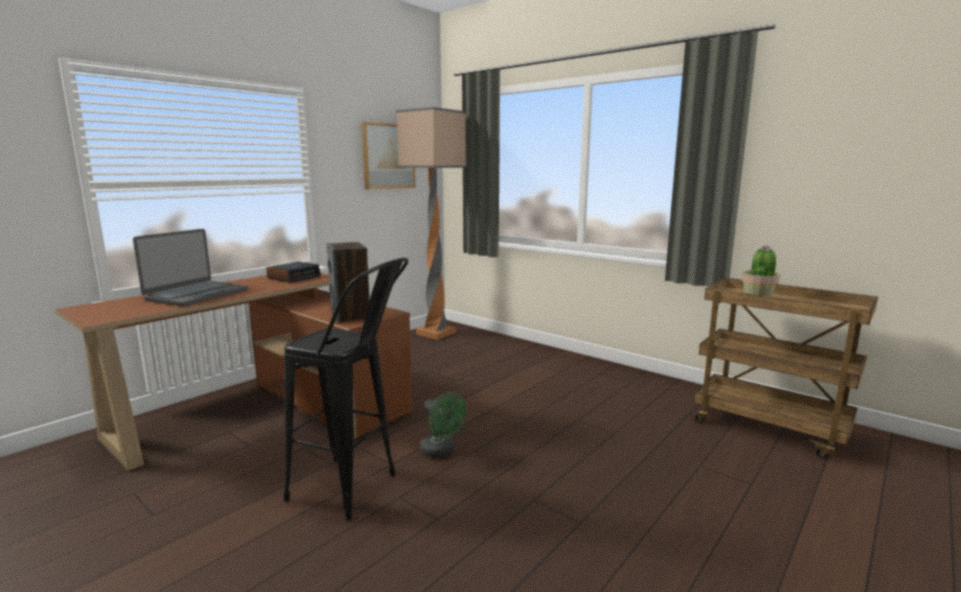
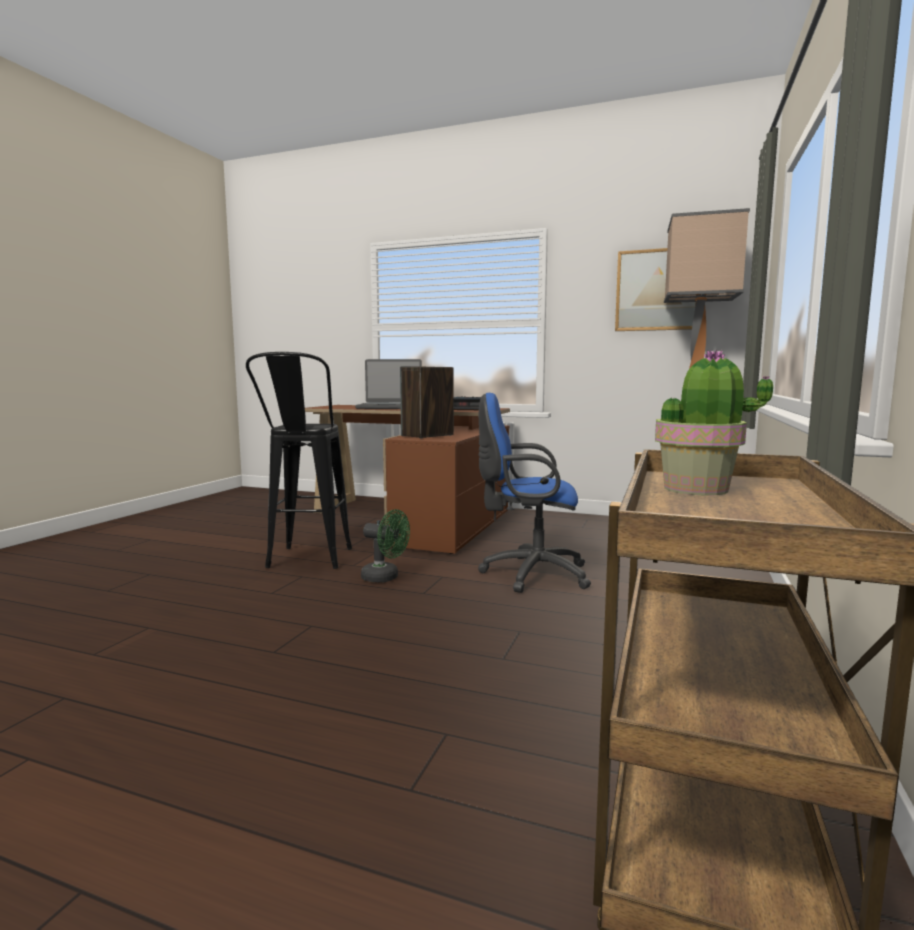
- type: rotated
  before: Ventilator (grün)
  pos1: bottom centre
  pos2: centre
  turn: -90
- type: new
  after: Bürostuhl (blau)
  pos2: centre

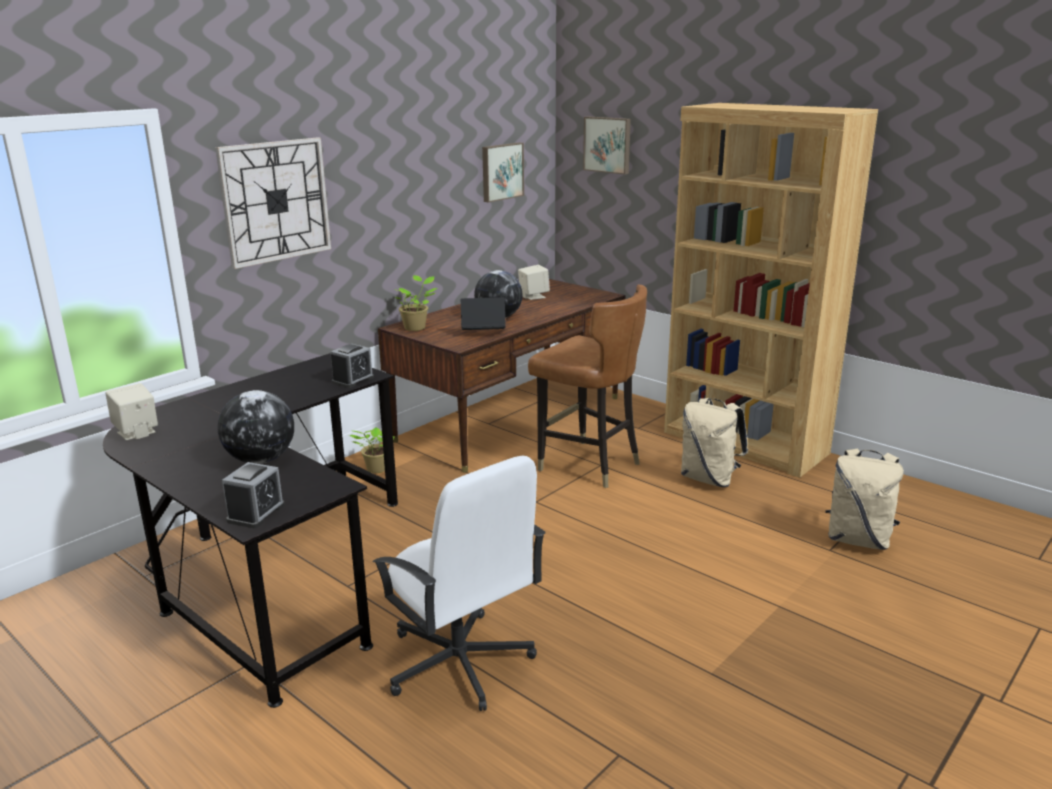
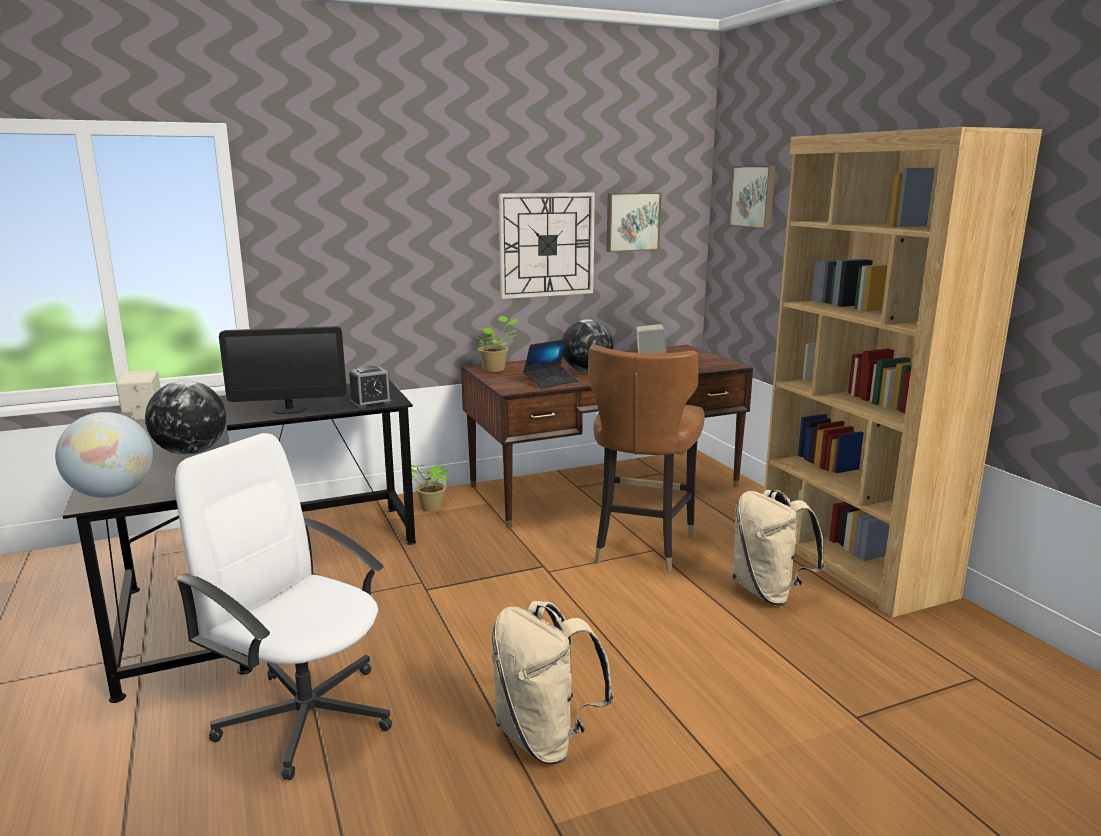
- type: shifted
  before: Wanduhr
  pos1: top left
  pos2: top centre
- type: swapped
  before: Wecker (no. 1 from left)
  after: Globus (no. 1 from left)
  pos1: middle left
  pos2: middle left
- type: rotated
  before: Bürostuhl (weiß)
  pos1: bottom centre
  pos2: bottom left
  turn: 135
- type: rotated
  before: Laptop
  pos1: centre
  pos2: centre
  turn: 120
- type: rotated
  before: Stuhl (braun)
  pos1: centre
  pos2: centre
  turn: 45
- type: shifted
  before: Rucksack (beige) (no. 2 from left in the first image)
  after: Rucksack (beige) (no. 1 from left)
  pos1: middle right
  pos2: bottom centre
- type: new
  after: Monitor
  pos2: middle left

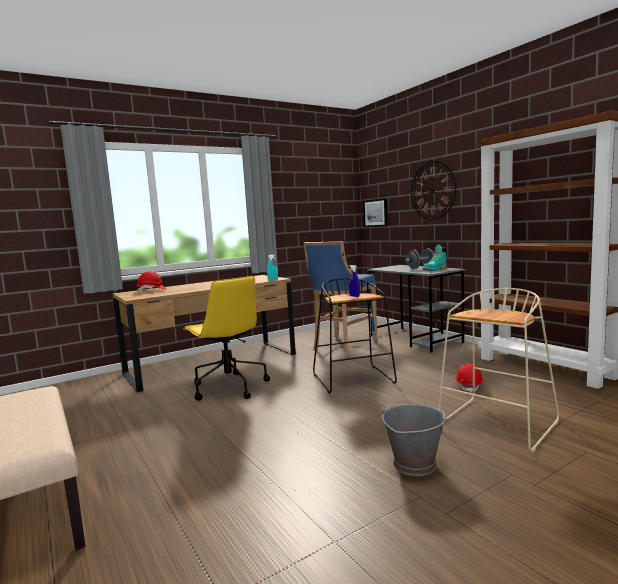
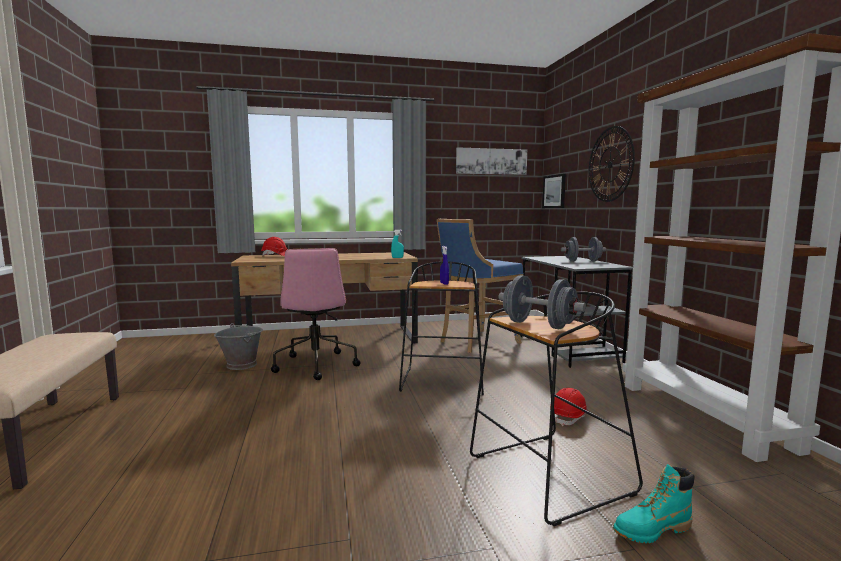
- type: repainted
  before: Bürostuhl (gelb)
  after: Bürostuhl (rosa)
  pos1: centre
  pos2: centre
- type: shifted
  before: Eimer (grau)
  pos1: bottom right
  pos2: middle left
- type: shifted
  before: Stiefel (türkis)
  pos1: middle right
  pos2: bottom right
- type: repainted
  before: Hocker (beige)
  after: Hocker (schwarz) (no. 2 from left)
  pos1: middle right
  pos2: bottom centre
- type: new
  after: Bild (no. 1 from left)
  pos2: top centre
- type: new
  after: Hantel (grau) (no. 1 from left)
  pos2: centre

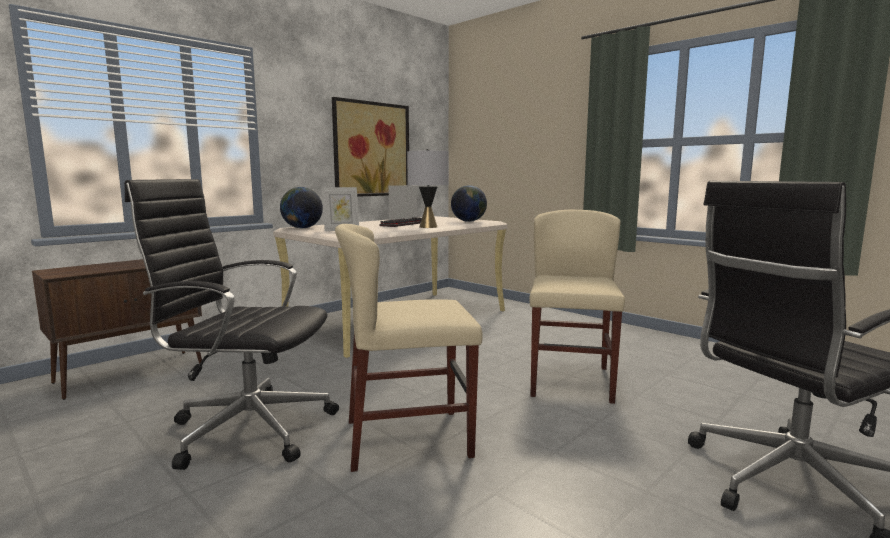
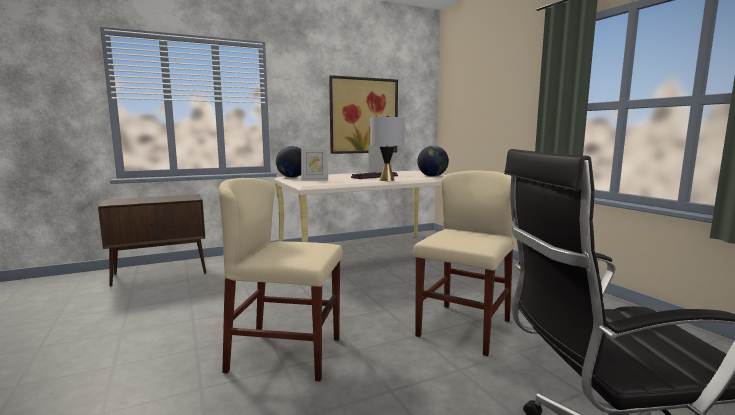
- type: gone
  before: Bürostuhl (schwarz) (no. 1 from left)
  pos1: middle left

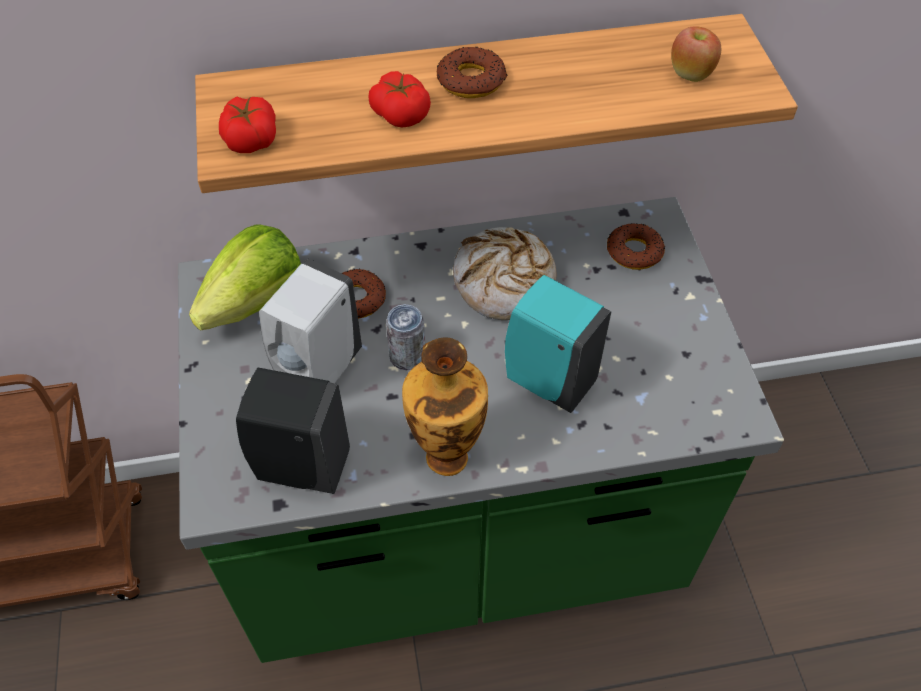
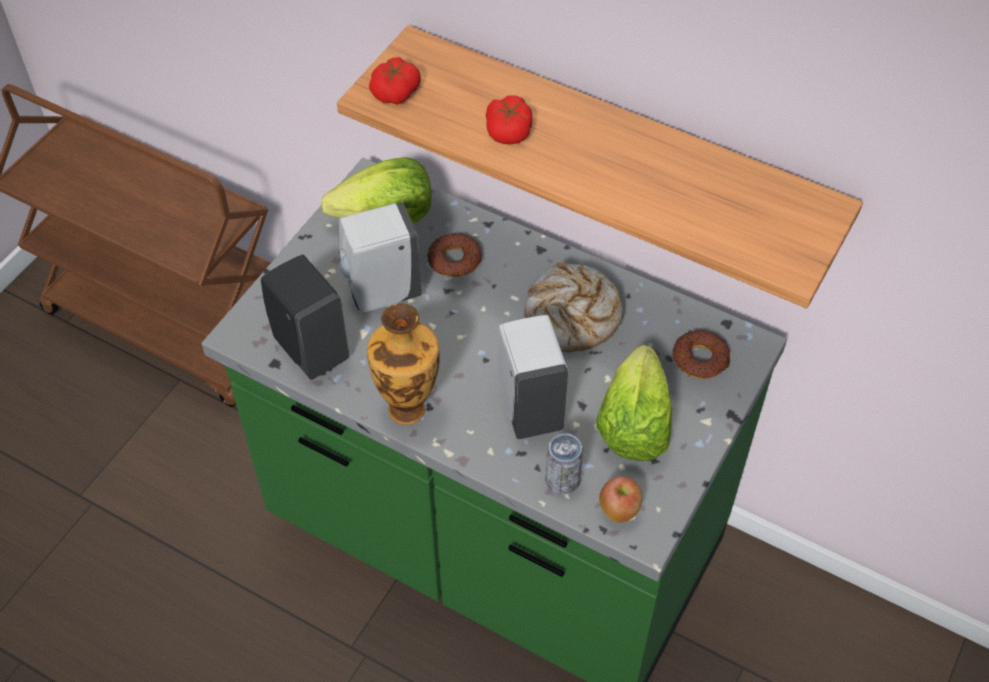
- type: shifted
  before: Dose
  pos1: centre
  pos2: bottom centre
- type: gone
  before: Donut (no. 2 from left)
  pos1: top centre
- type: repainted
  before: Seifenspender (türkis)
  after: Seifenspender (weiß) (no. 2 from left)
  pos1: centre
  pos2: centre
- type: shifted
  before: Apfel
  pos1: top right
  pos2: bottom centre
- type: new
  after: Salatkopf (no. 2 from left)
  pos2: centre

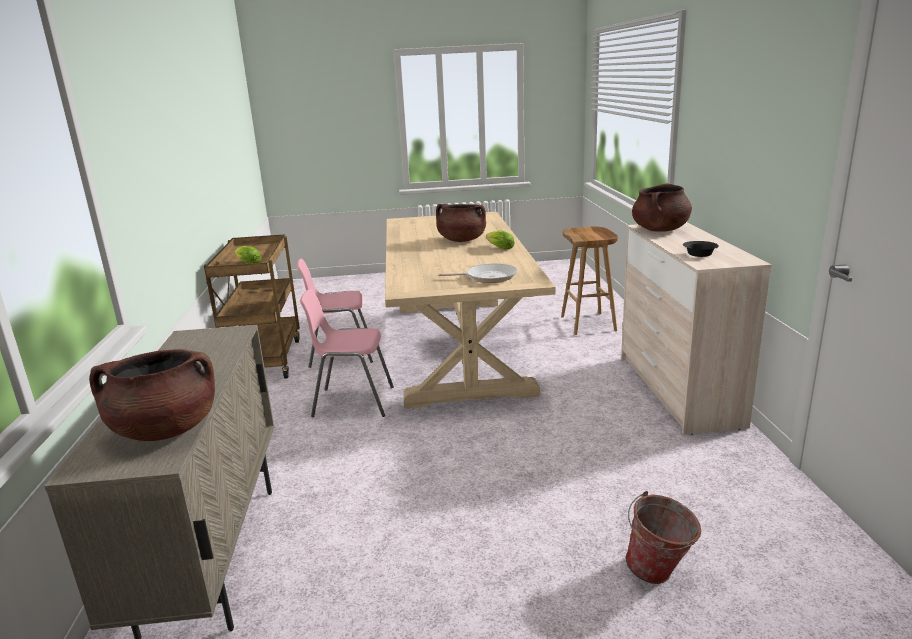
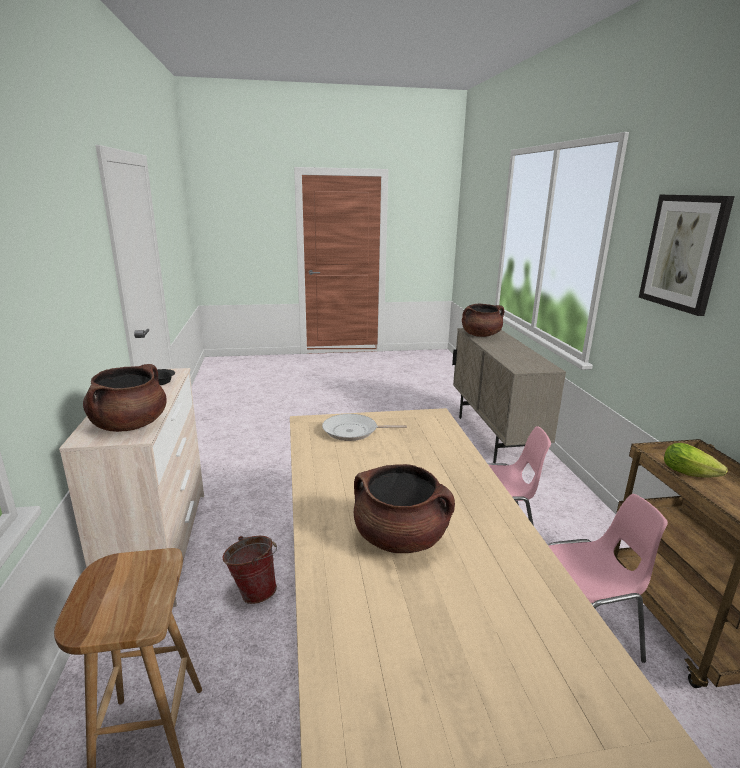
- type: gone
  before: Salatkopf (no. 2 from left)
  pos1: centre
- type: shifted
  before: Eimer
  pos1: bottom right
  pos2: bottom centre
- type: new
  after: Bild
  pos2: top right

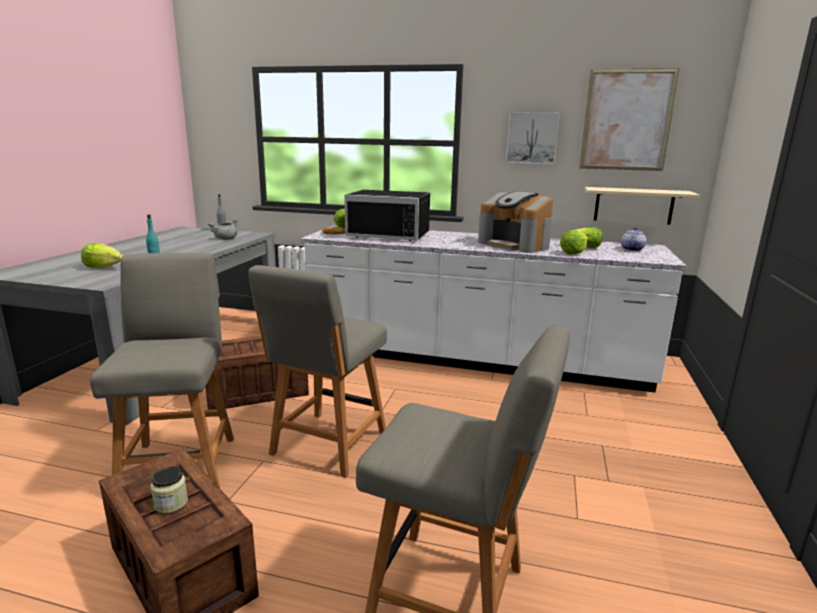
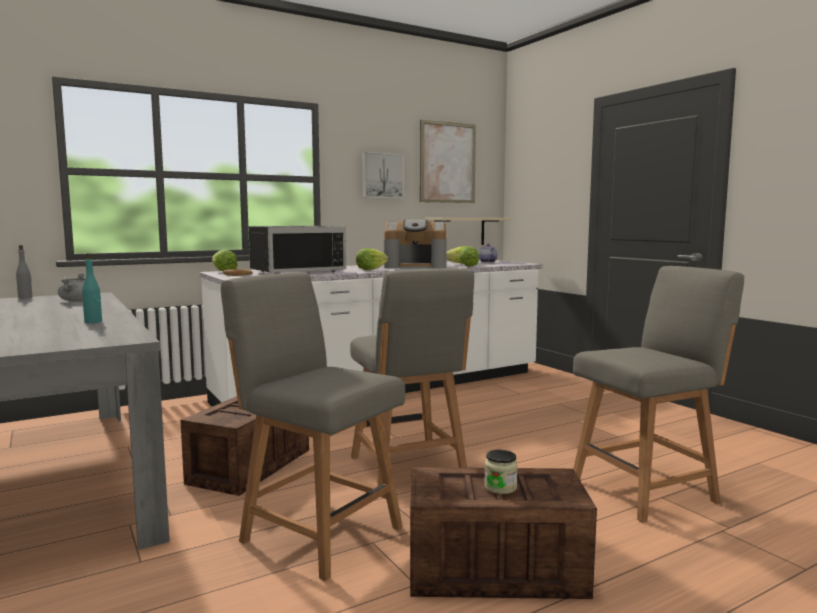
- type: shifted
  before: Salatkopf (no. 1 from left in the first image)
  after: Salatkopf (no. 2 from left)
  pos1: middle left
  pos2: centre

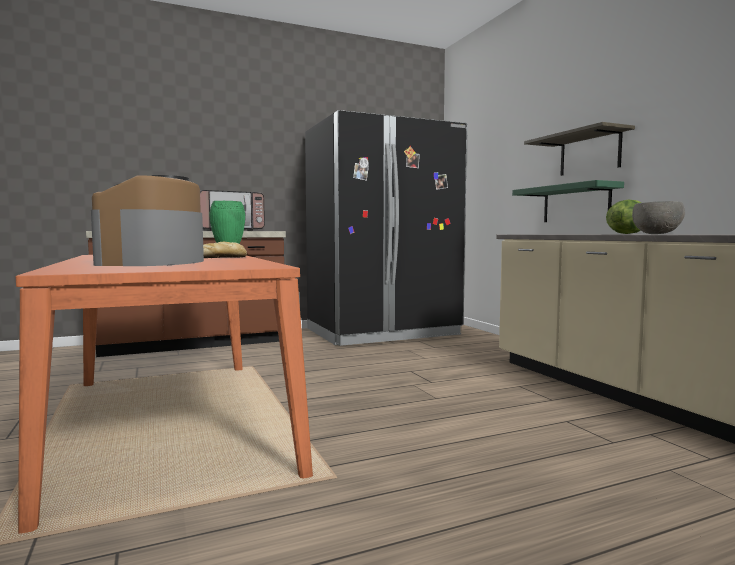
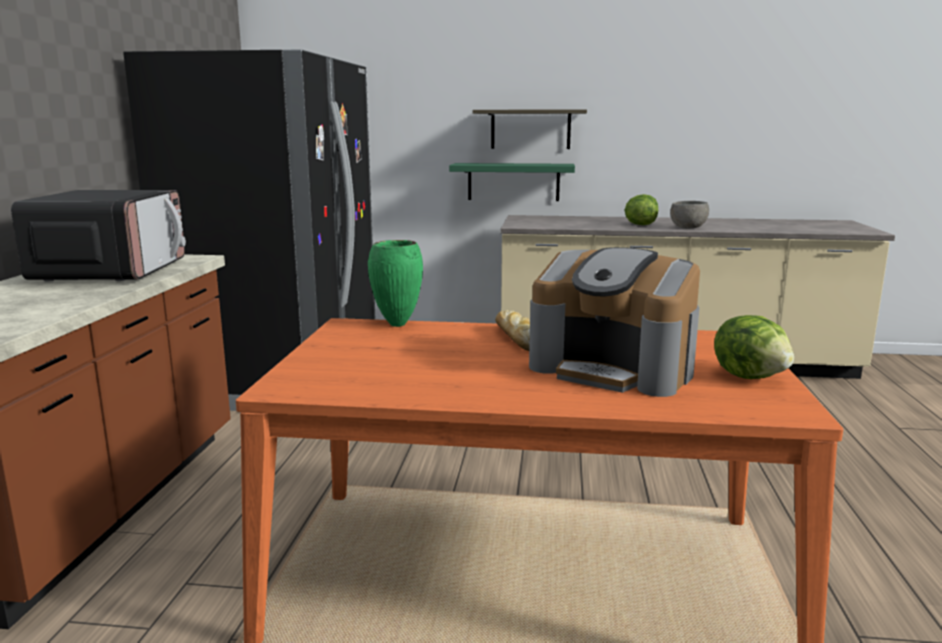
- type: new
  after: Salatkopf (no. 2 from left)
  pos2: middle right

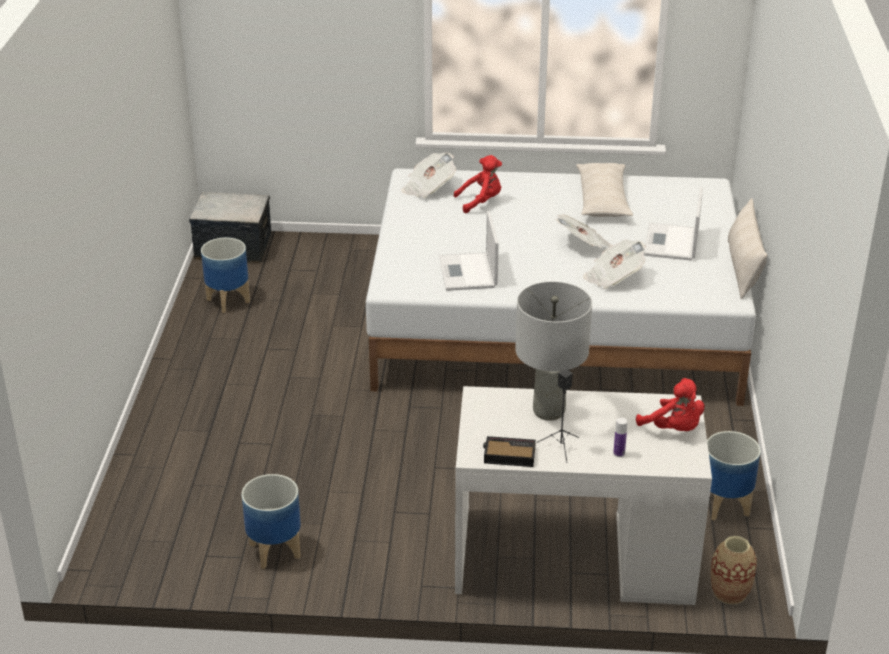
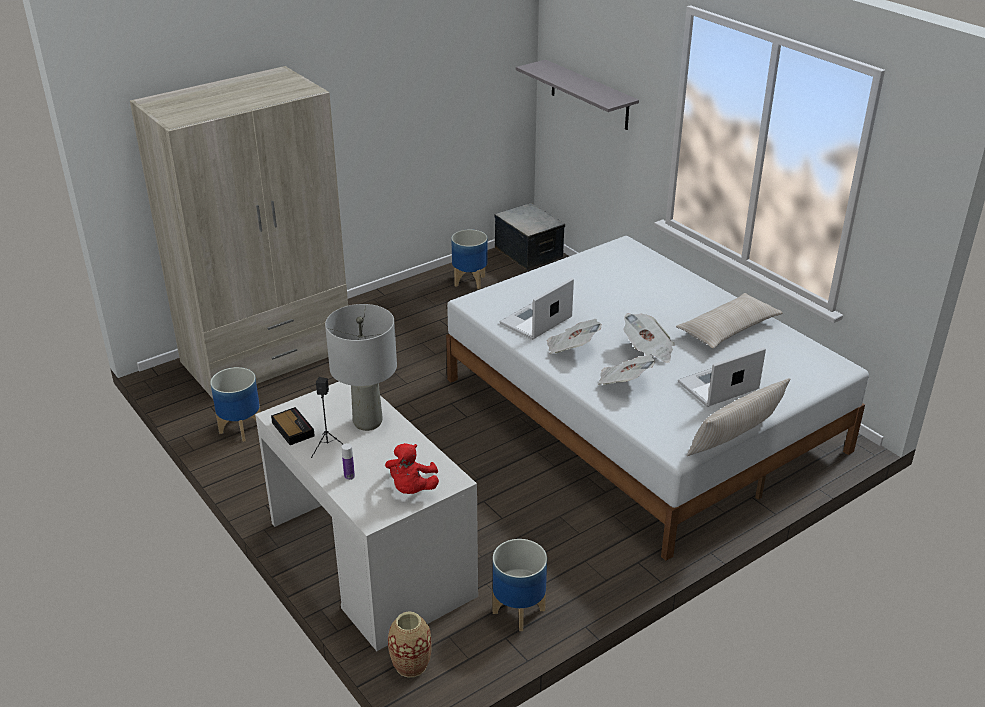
- type: shifted
  before: Zeitung (no. 1 from left)
  pos1: top centre
  pos2: centre
- type: gone
  before: Plüschtier (rot) (no. 1 from left)
  pos1: top centre
- type: new
  after: Kleiderschrank (beige)
  pos2: top left
- type: new
  after: Wandregal (grau)
  pos2: top centre

